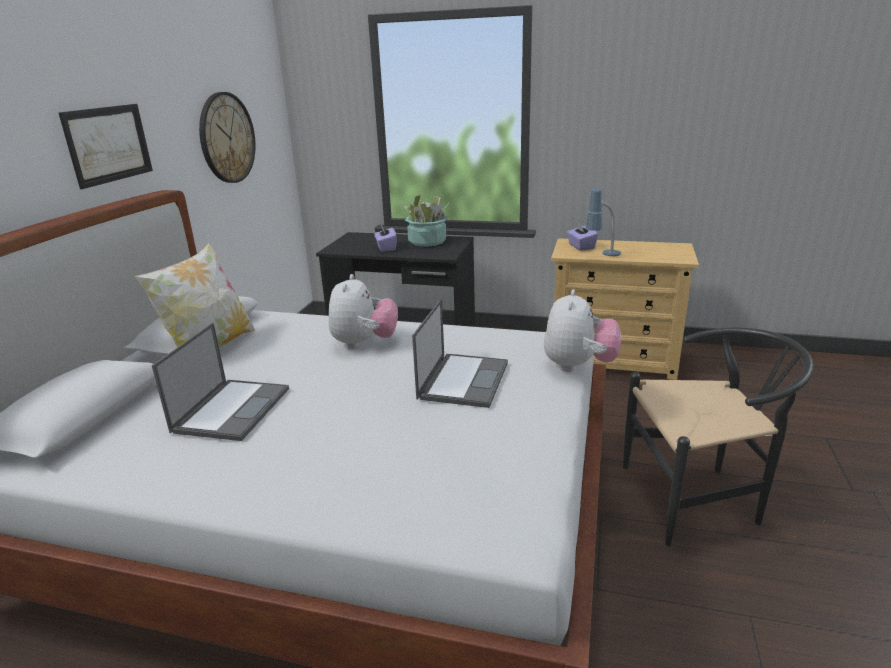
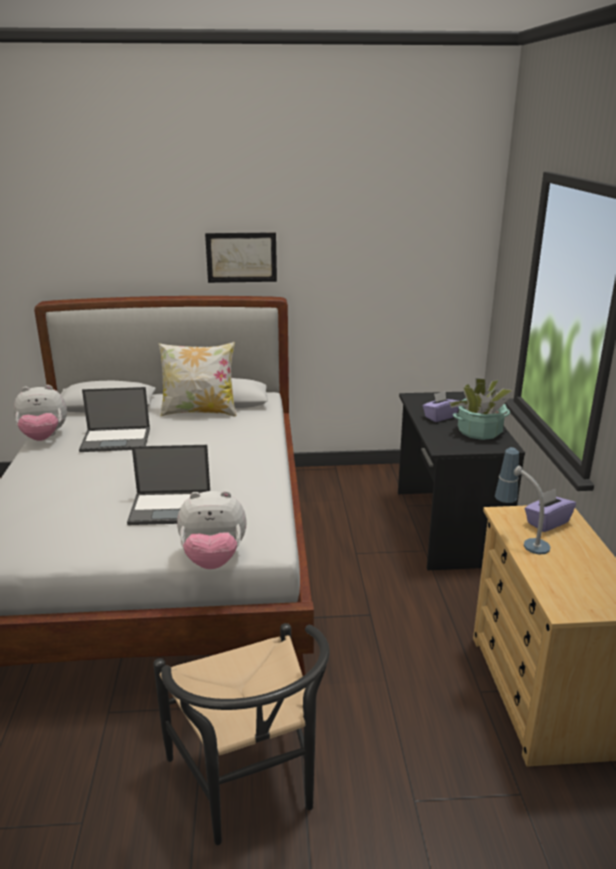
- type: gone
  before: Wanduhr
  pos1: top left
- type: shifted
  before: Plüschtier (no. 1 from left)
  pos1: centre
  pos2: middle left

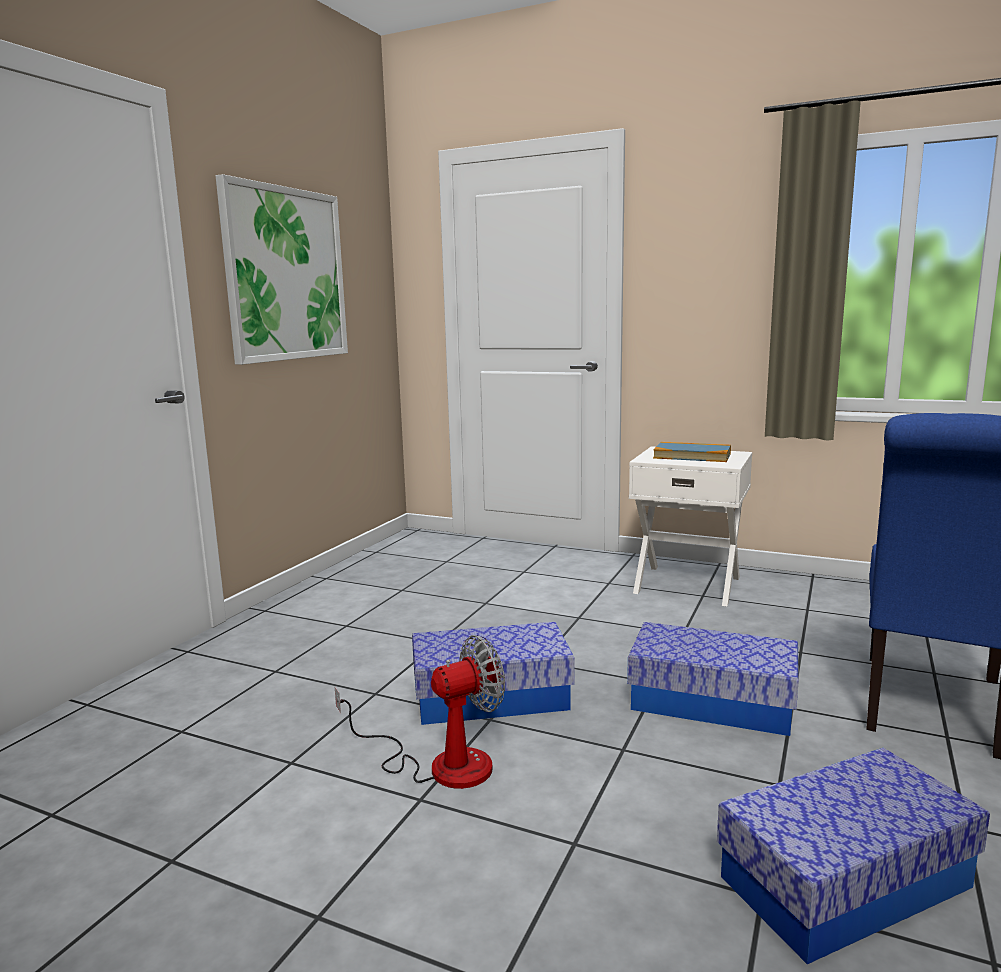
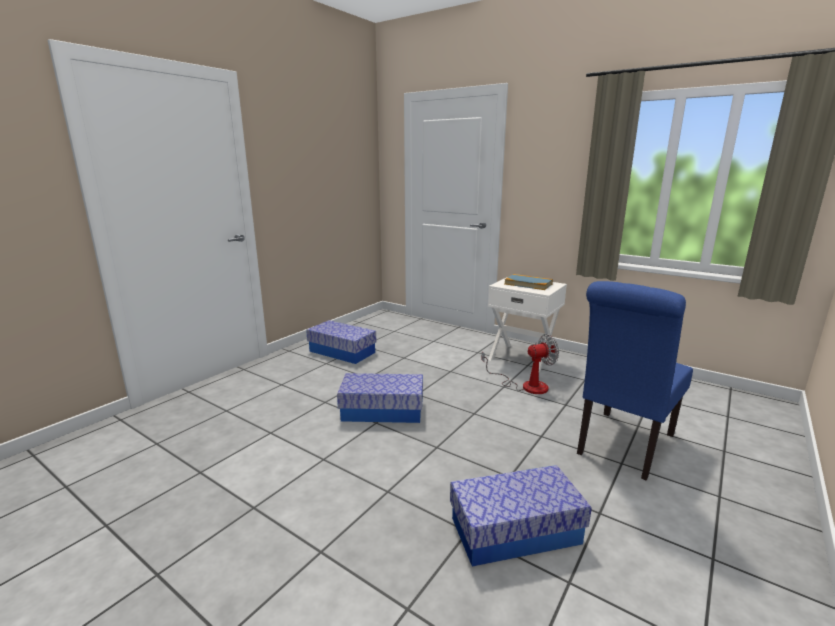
- type: gone
  before: Bild
  pos1: top left
- type: shifted
  before: Ventilator
  pos1: bottom centre
  pos2: centre
- type: shifted
  before: Aufbewahrungsbox (no. 2 from left in the first image)
  after: Aufbewahrungsbox (no. 1 from left)
  pos1: bottom right
  pos2: centre

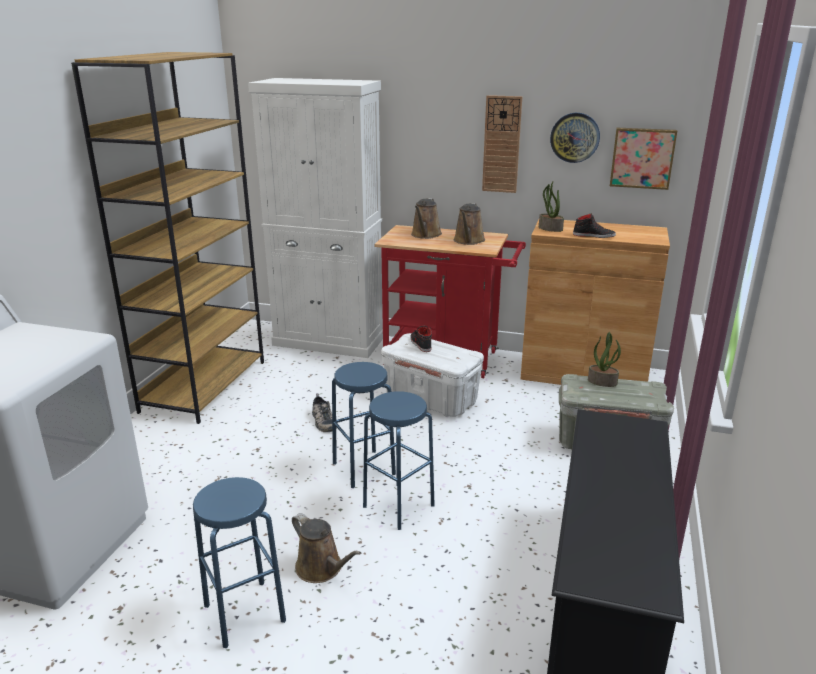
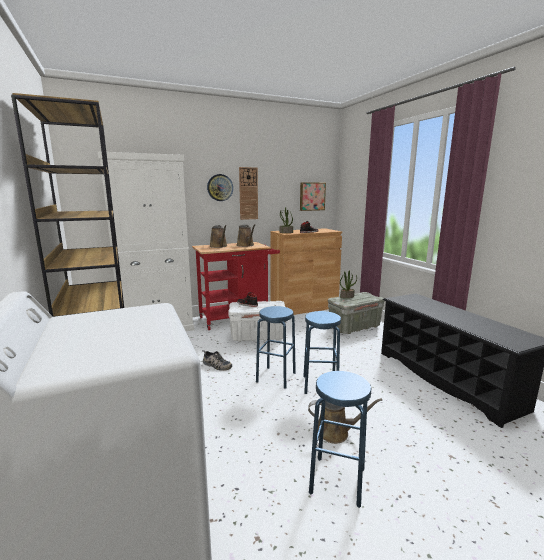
- type: shifted
  before: Wanduhr (no. 2 from left in the first image)
  after: Wanduhr (no. 1 from left)
  pos1: top right
  pos2: centre

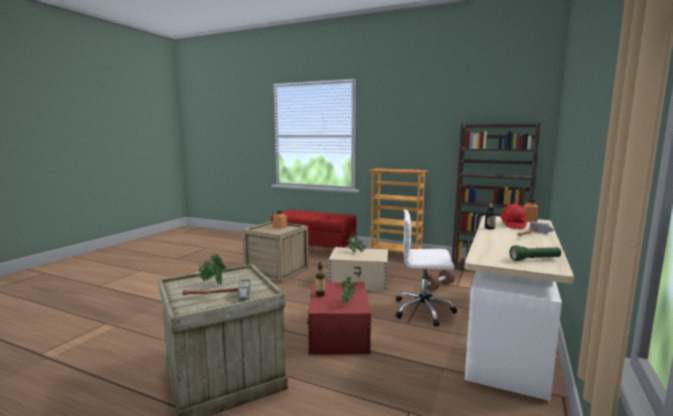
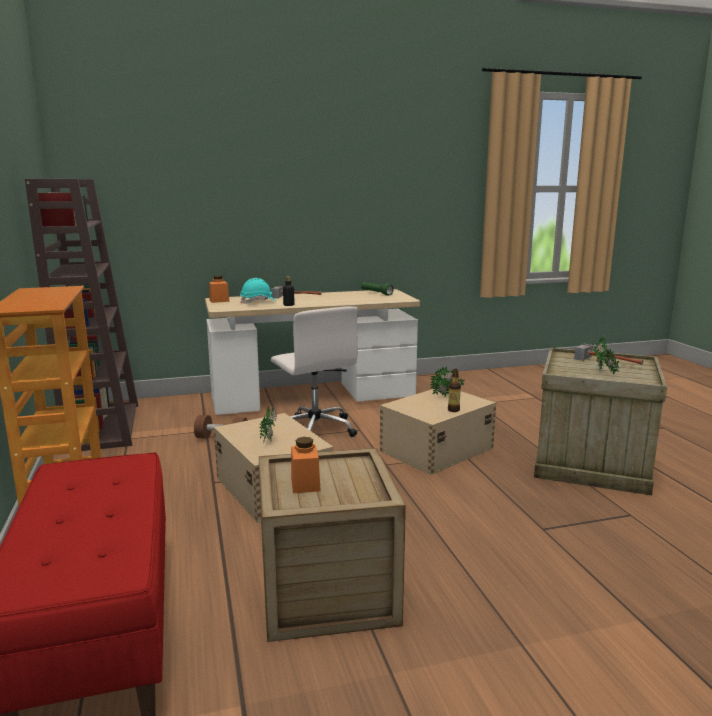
- type: repainted
  before: Aufbewahrungsbox (rot)
  after: Aufbewahrungsbox (beige) (no. 2 from left)
  pos1: bottom centre
  pos2: centre
- type: repainted
  before: Schutzhelm (rot)
  after: Schutzhelm (türkis)
  pos1: middle right
  pos2: centre

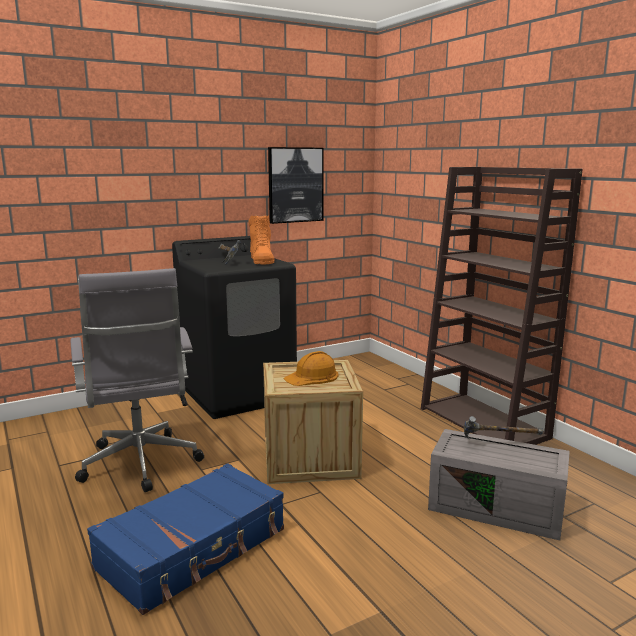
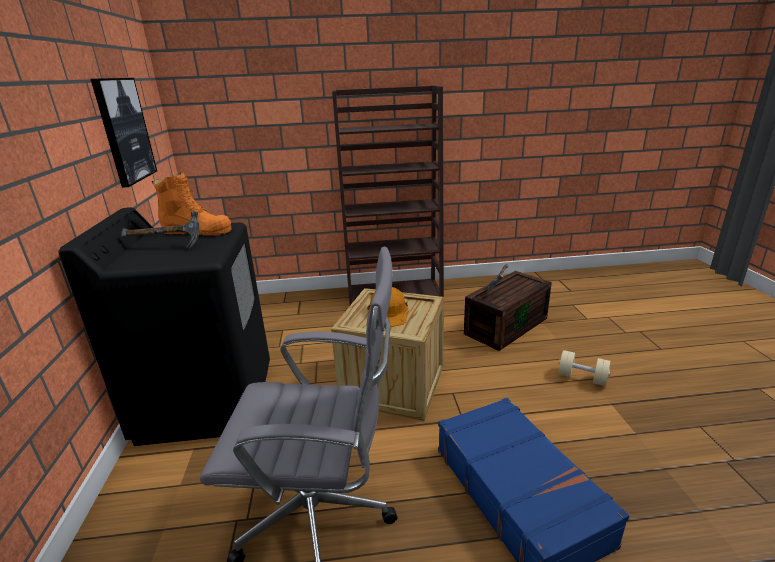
- type: repainted
  before: Aufbewahrungsbox (grau)
  after: Aufbewahrungsbox (braun)
  pos1: bottom right
  pos2: centre
- type: new
  after: Hantel (beige)
  pos2: middle right

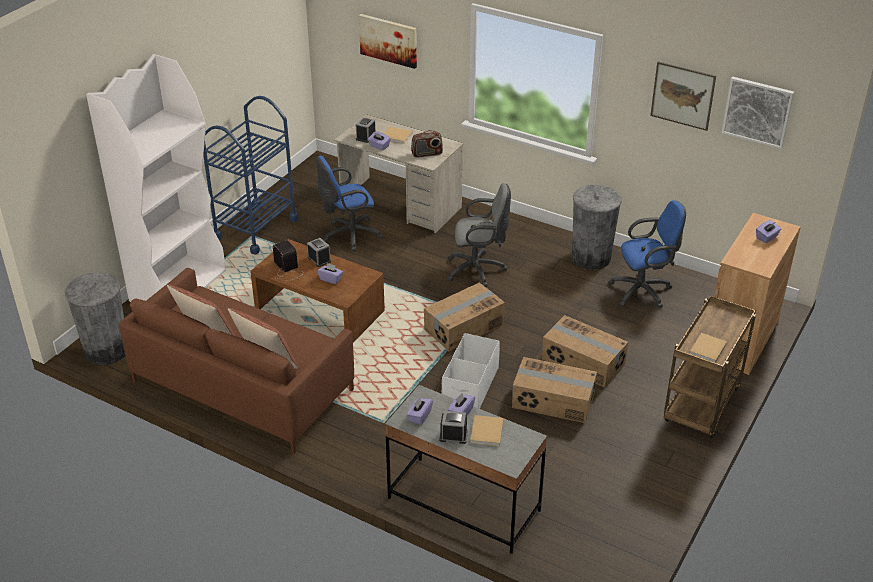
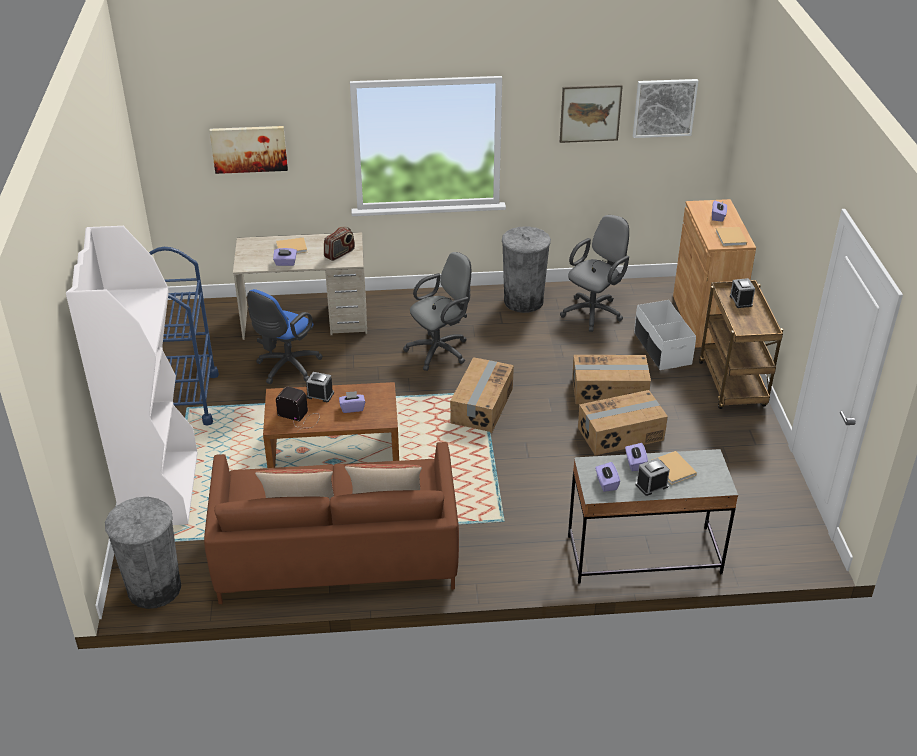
- type: shifted
  before: Wecker (no. 2 from left in the first image)
  after: Wecker (no. 3 from left)
  pos1: top centre
  pos2: middle right
- type: shifted
  before: Aufbewahrungsbox (weiß)
  pos1: centre
  pos2: middle right
- type: repainted
  before: Bürostuhl (blau) (no. 2 from left)
  after: Bürostuhl (grau) (no. 2 from left)
  pos1: middle right
  pos2: centre
- type: shifted
  before: Buch (beige) (no. 3 from left)
  pos1: middle right
  pos2: top right

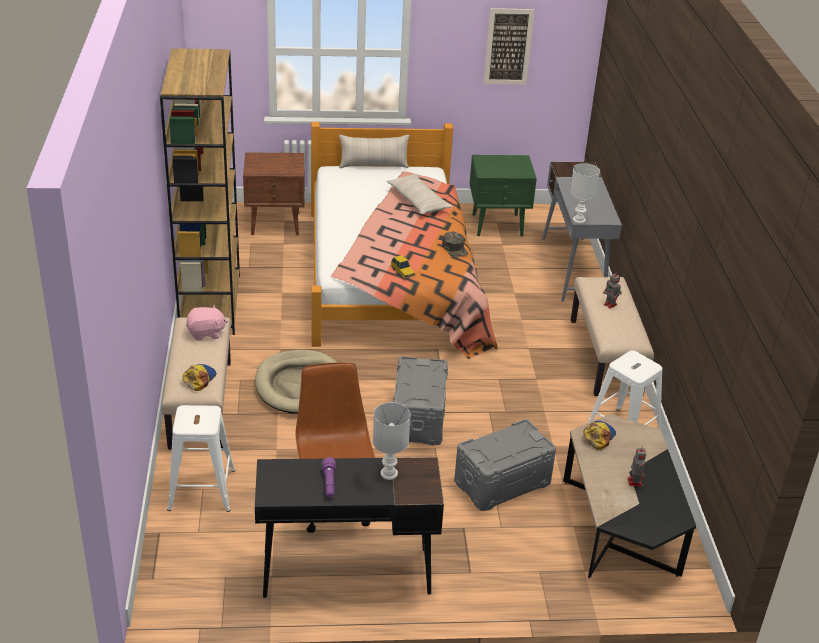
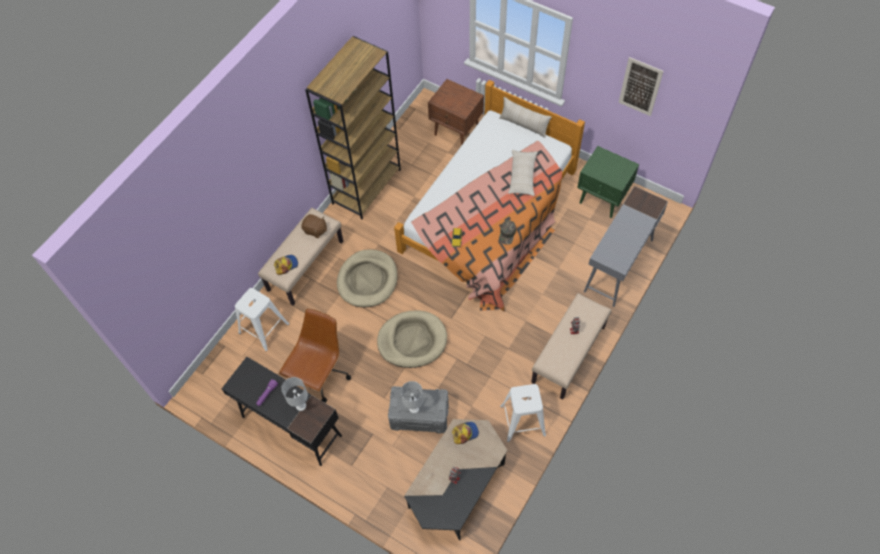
- type: repainted
  before: Plüschtier (rosa)
  after: Plüschtier (braun)
  pos1: middle left
  pos2: centre
- type: swapped
  before: Aufbewahrungsbox (grau) (no. 1 from left)
  after: Hundebett (beige) (no. 2 from left)
  pos1: centre
  pos2: centre
- type: shifted
  before: Tischlampe (weiß) (no. 2 from left)
  pos1: top right
  pos2: bottom centre

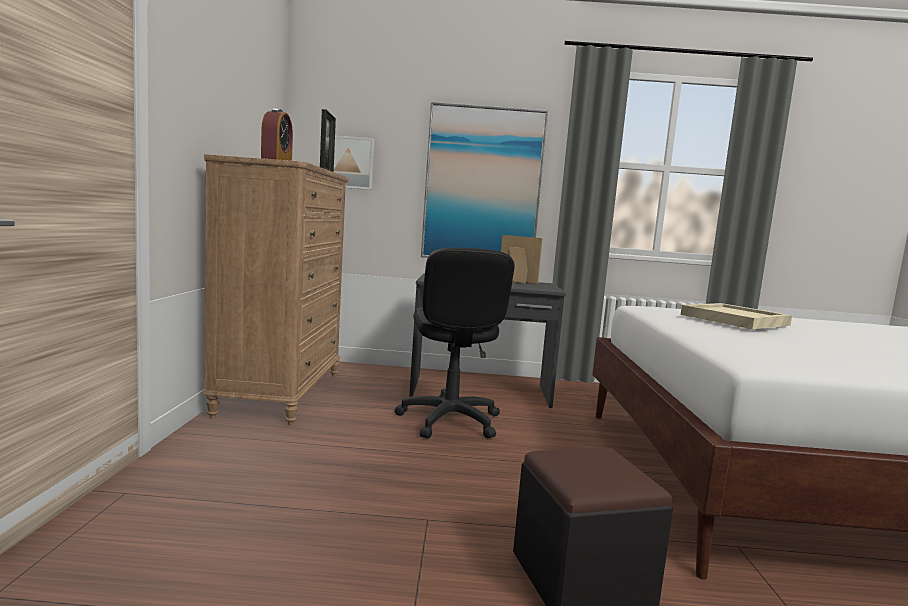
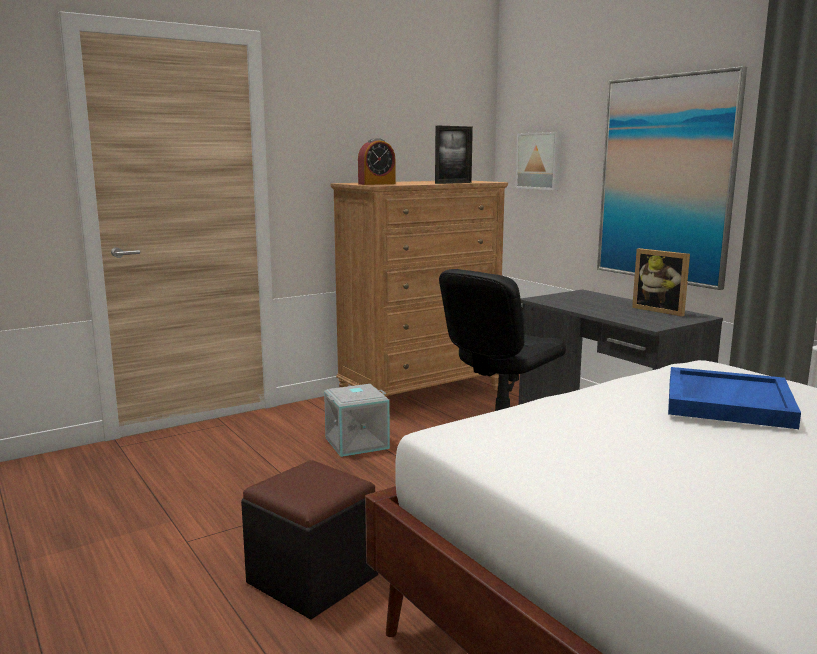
- type: rotated
  before: Bilderrahmen (no. 2 from left)
  pos1: centre
  pos2: middle right
  turn: 150
- type: repainted
  before: Tablett (beige)
  after: Tablett (blau)
  pos1: middle right
  pos2: middle right
- type: new
  after: Aufbewahrungsbox (grau)
  pos2: centre

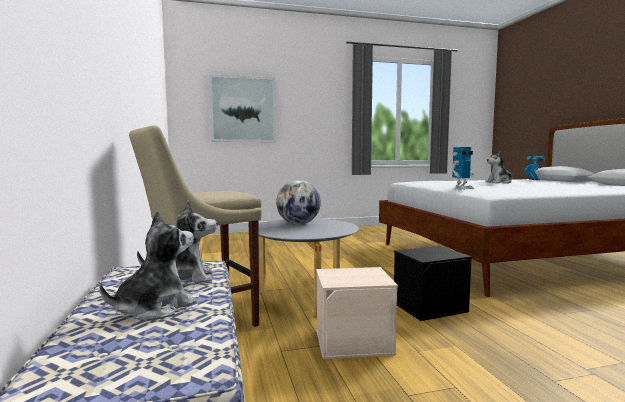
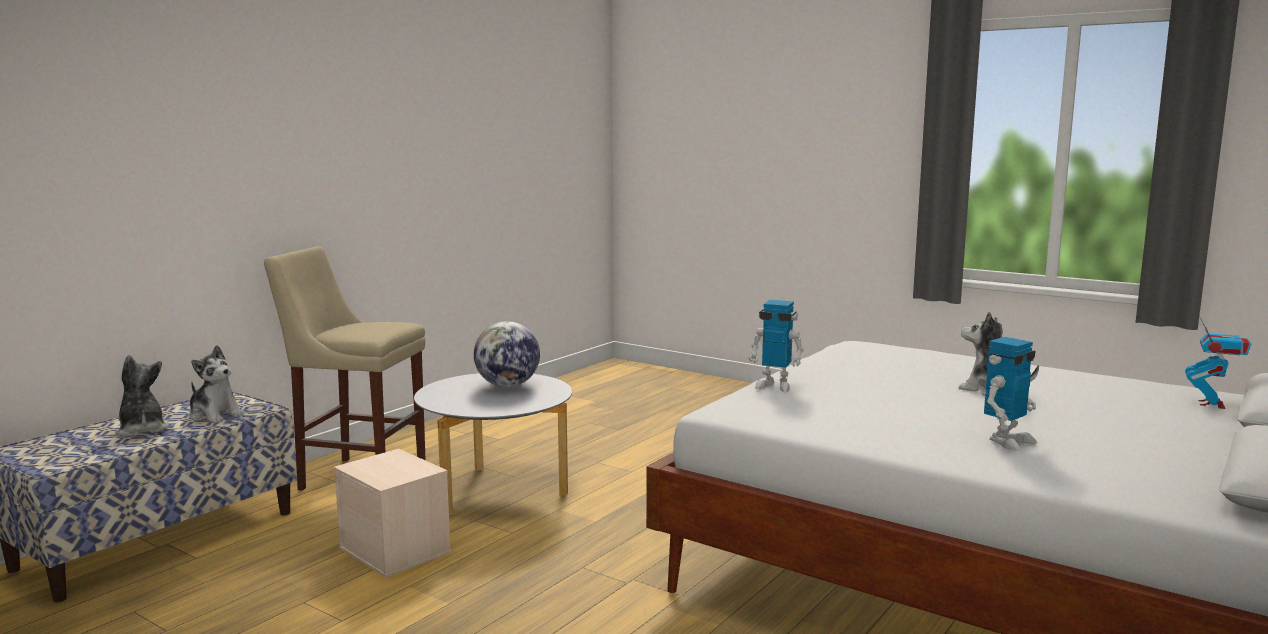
- type: rotated
  before: Plüschtier (no. 1 from left)
  pos1: middle left
  pos2: middle left
  turn: -120
- type: gone
  before: Bild
  pos1: top centre
- type: gone
  before: Aufbewahrungsbox (schwarz)
  pos1: bottom right
- type: new
  after: Spielzeugroboter (no. 2 from left)
  pos2: middle right

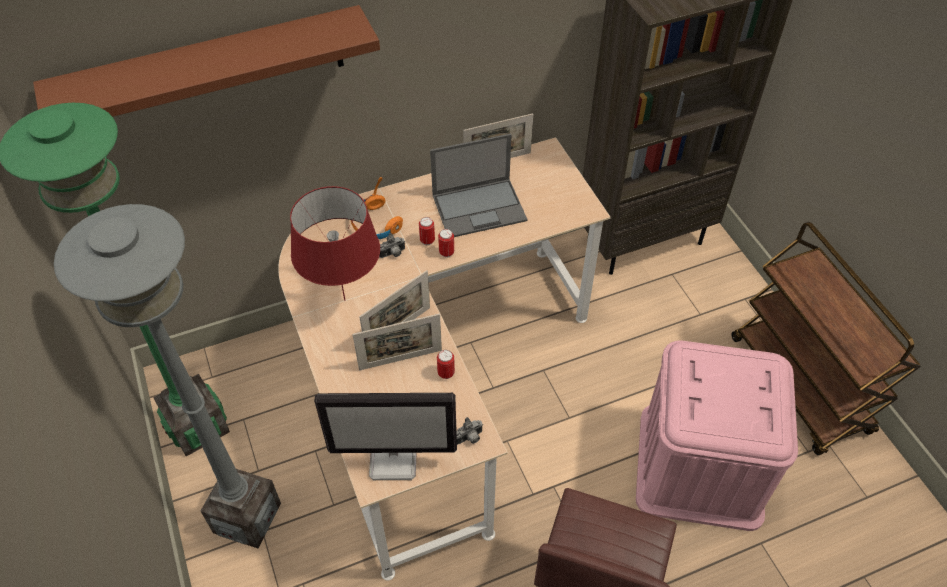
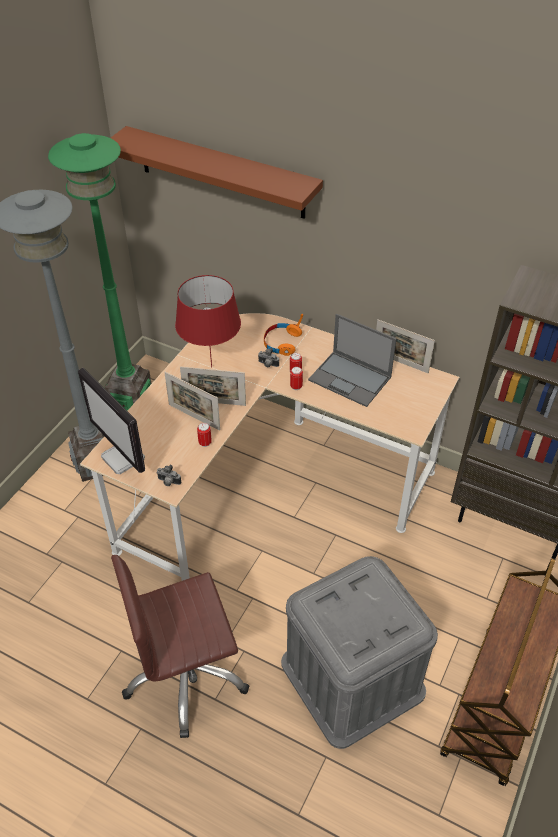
- type: repainted
  before: Aufbewahrungsbox (rosa)
  after: Aufbewahrungsbox (grau)
  pos1: bottom right
  pos2: bottom centre

